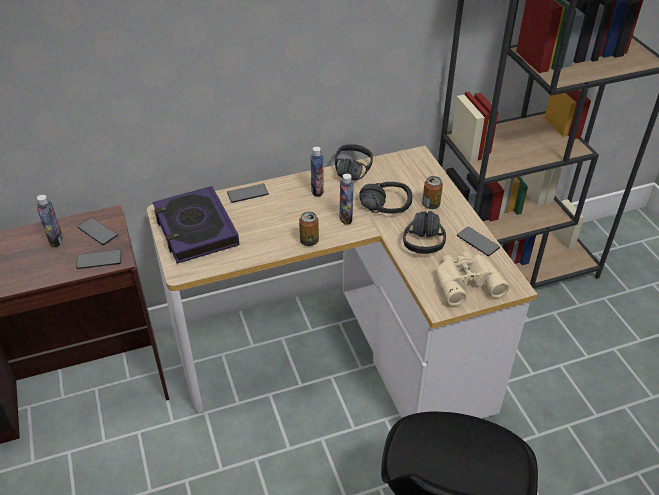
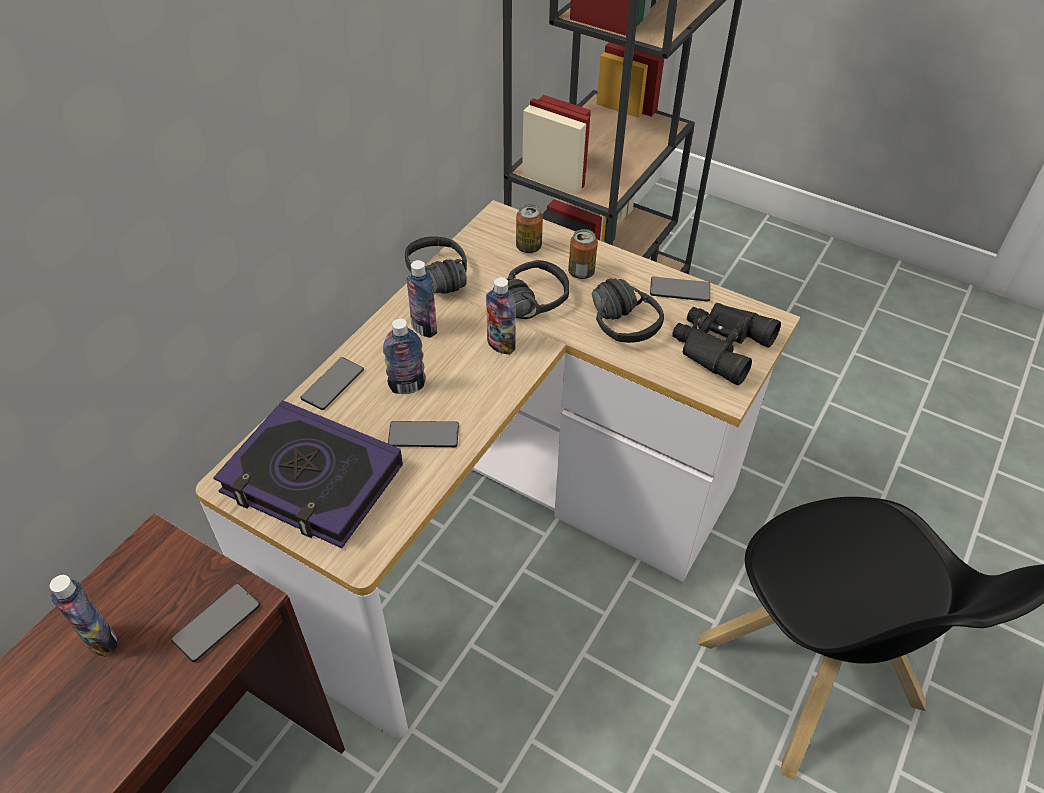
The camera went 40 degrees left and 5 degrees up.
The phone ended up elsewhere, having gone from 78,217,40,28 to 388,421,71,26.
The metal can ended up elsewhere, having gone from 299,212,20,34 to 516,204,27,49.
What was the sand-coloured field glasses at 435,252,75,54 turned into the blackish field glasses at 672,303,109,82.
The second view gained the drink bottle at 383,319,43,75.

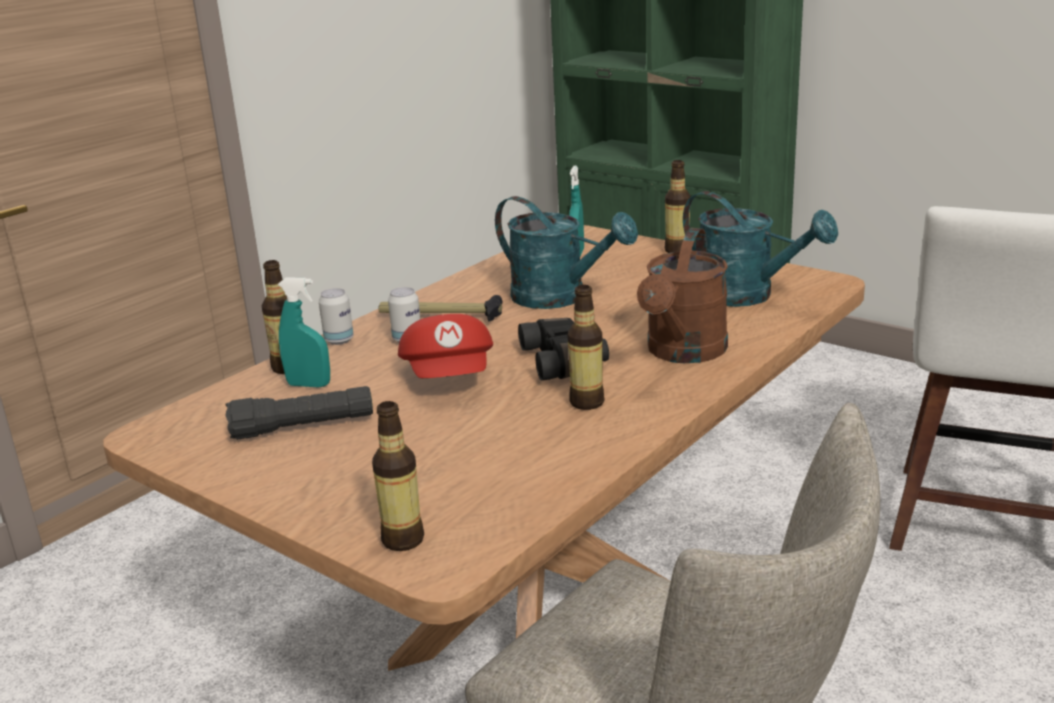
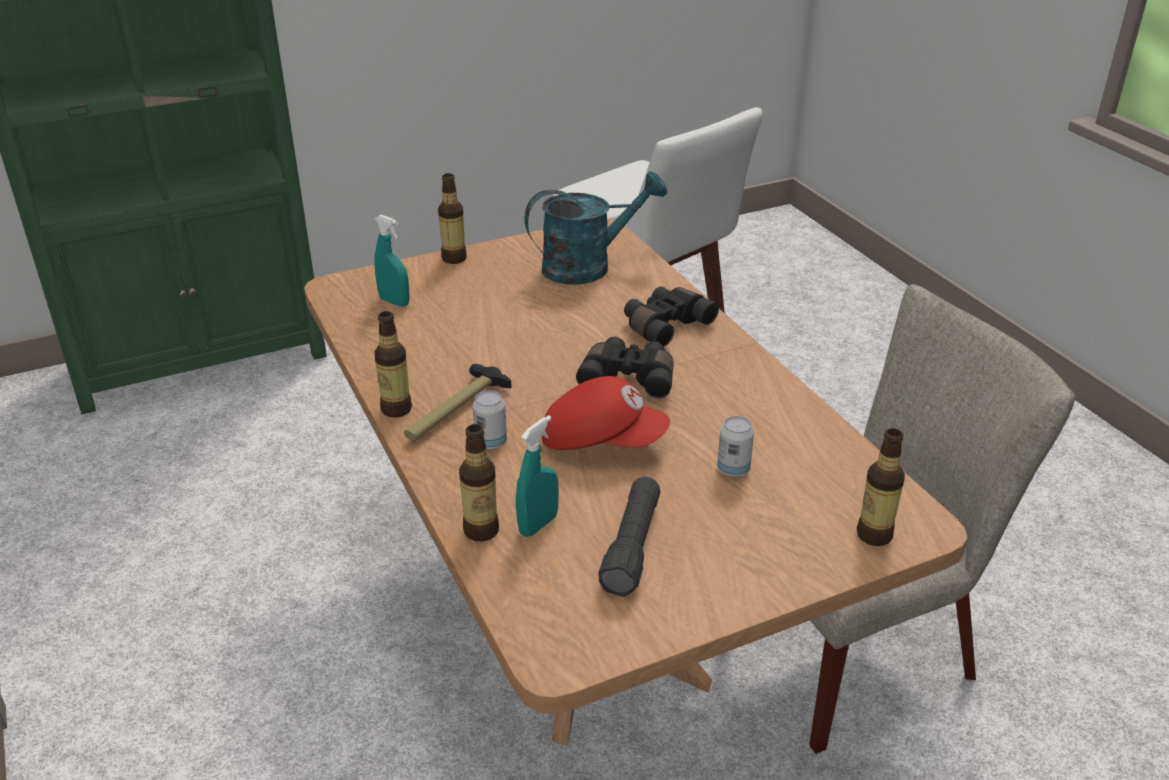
The camera went 65 degrees left and 10 degrees up.
The metal can ended up elsewhere, having gone from 319,288,35,57 to 717,416,37,61.
The second view lost the blue-green watering can at 495,196,143,113.
The drink bottle ended up elsewhere, having gone from 567,285,38,125 to 374,311,38,107.
Where the brown-coloured watering can stood at 637,228,91,135, the blackish field glasses came to stand at 624,287,95,60.

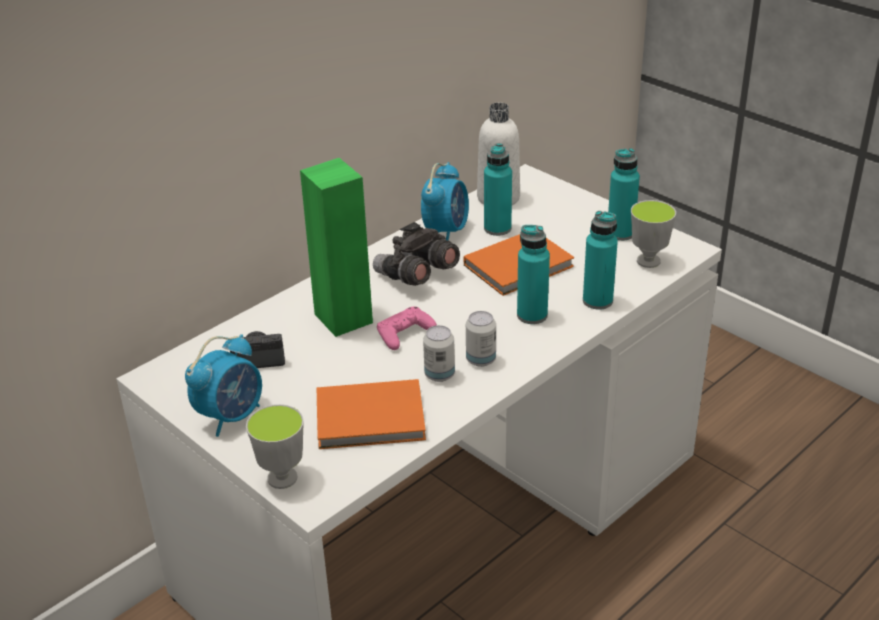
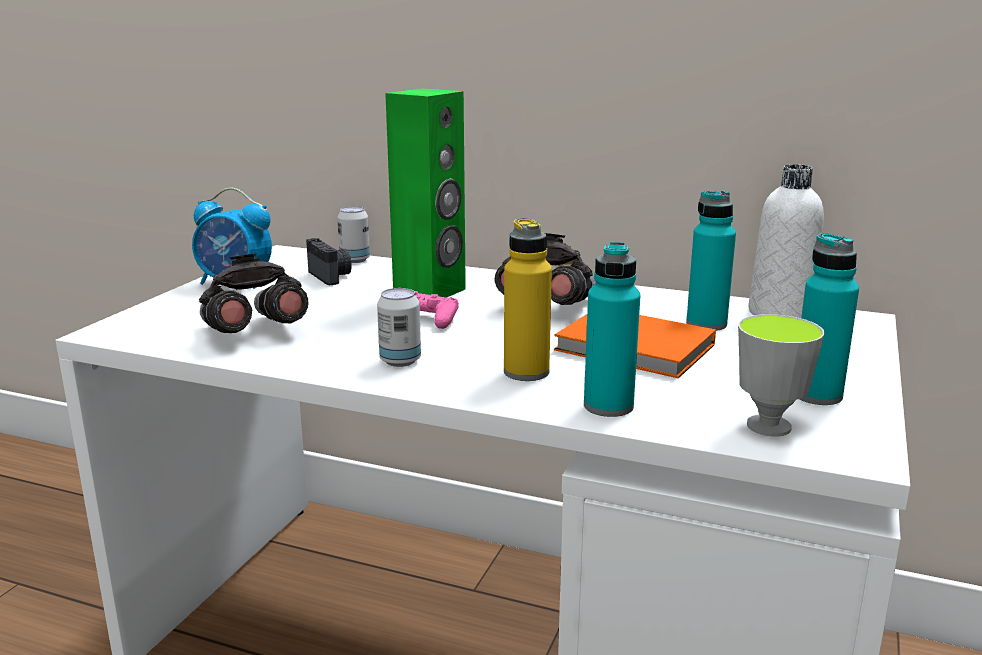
The camera went 65 degrees right and 15 degrees down.
The second view lost the drinking cup at 246,404,58,85.
Where the orange bound book stood at 317,379,109,70, the grey field glasses came to stand at 199,253,110,80.
The second view lost the table clock at 421,162,48,79.
The metal can ended up elsewhere, having gone from 423,325,32,57 to 337,206,33,57.
What was the blue-green drink bottle at 517,225,33,99 turned into the yellowish drink bottle at 504,218,48,163.

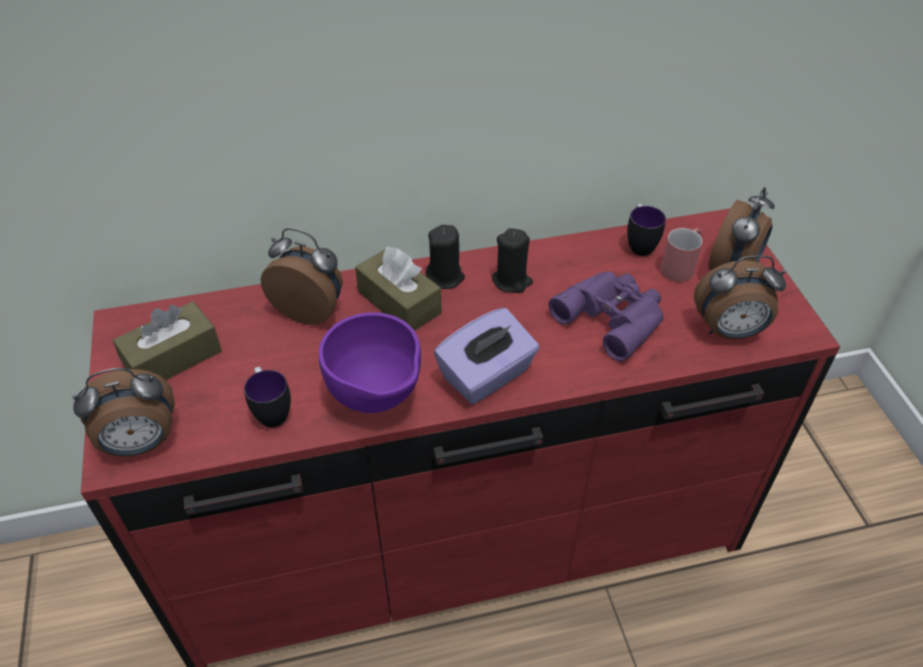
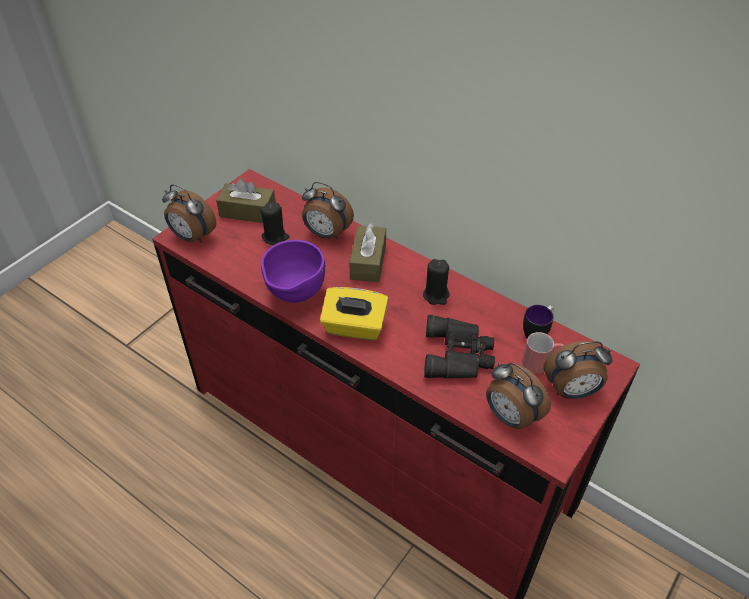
The camera went 50 degrees right and 0 degrees up.
The second view lost the mug at 244,367,47,60.
The table clock at 261,228,81,97 ended up facing another way, 135 degrees clockwise from before.
The blackish wax light ended up elsewhere, having gone from 425,225,40,64 to 260,202,29,43.
What was the purple-coloured tissue holder at 434,308,105,96 turned into the yellowish tissue holder at 320,287,69,53.
What was the purple-coloured field glasses at 548,271,116,91 turned into the blackish field glasses at 424,315,71,64.

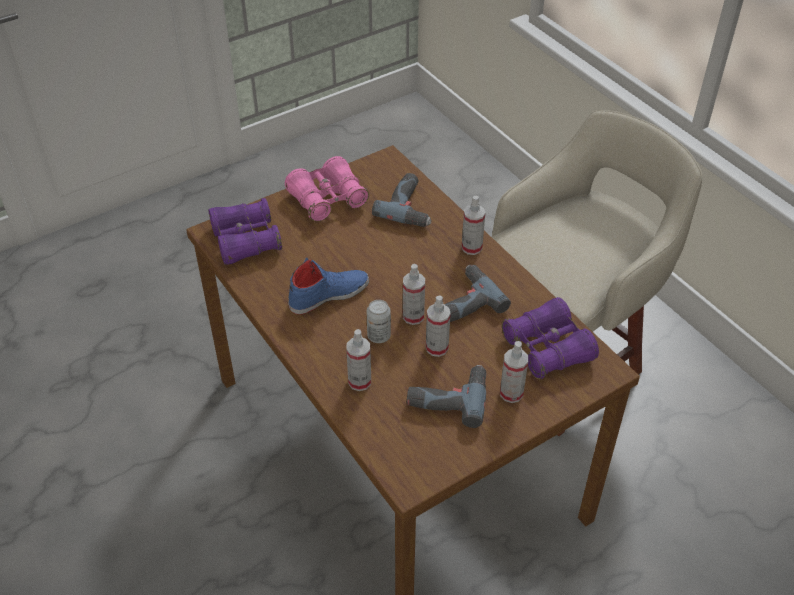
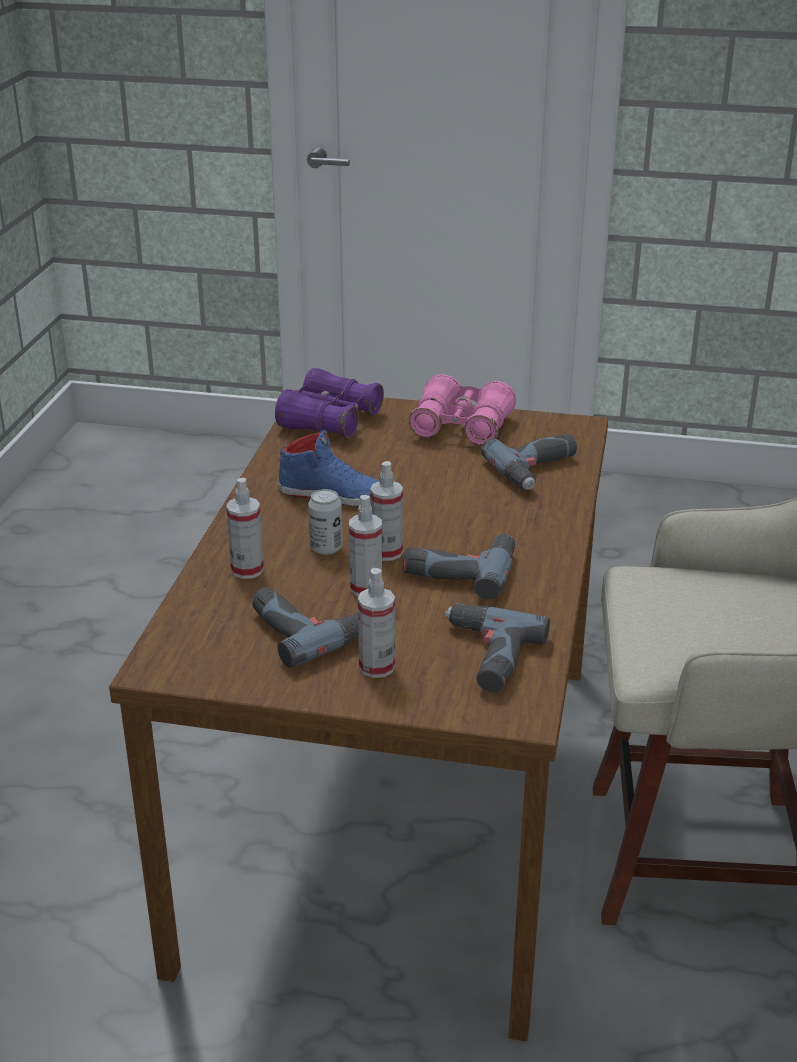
The camera went 45 degrees right and 15 degrees down.
The second view lost the sprayer at 462,196,23,59.
Where the purple-coloured field glasses stood at 502,297,97,82, the power drill came to stand at 445,603,105,89.

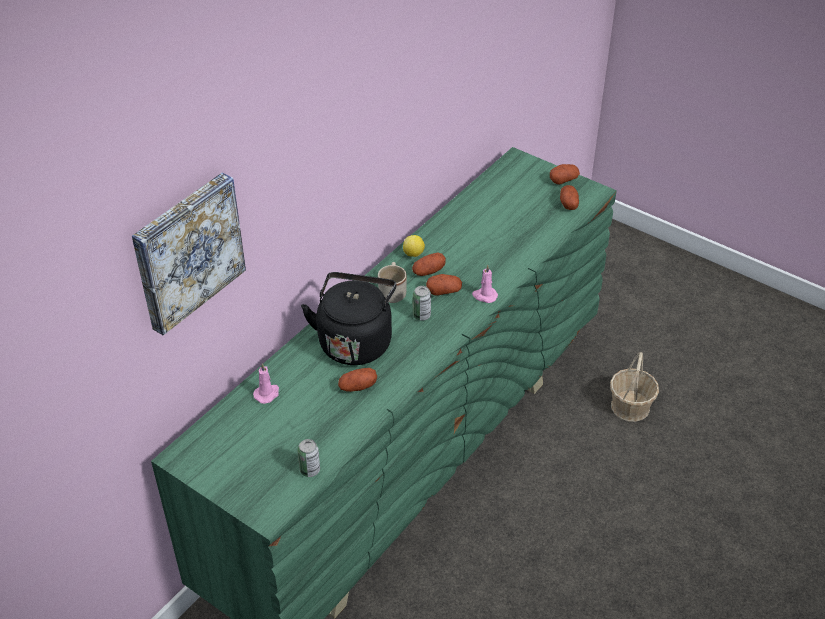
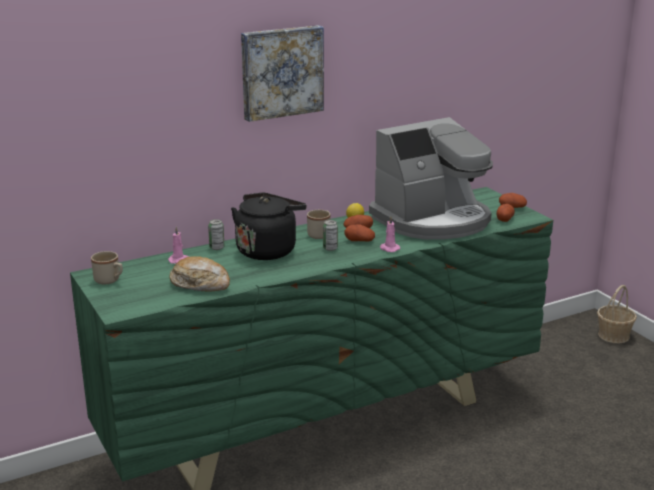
The camera went 25 degrees right and 20 degrees down.
The wall art ended up elsewhere, having gone from 132,173,114,162 to 241,25,83,97.
The metal can ended up elsewhere, having gone from 297,439,23,38 to 208,219,16,31.
The second view lost the whole potato at 338,368,39,24.
The basket ended up elsewhere, having gone from 610,352,49,70 to 597,285,40,58.
The second view gained the sand-coloured mug at 91,251,32,33.
The second view gained the bread at 170,256,60,36.
The second view gained the coffee brewer at 369,117,124,123.

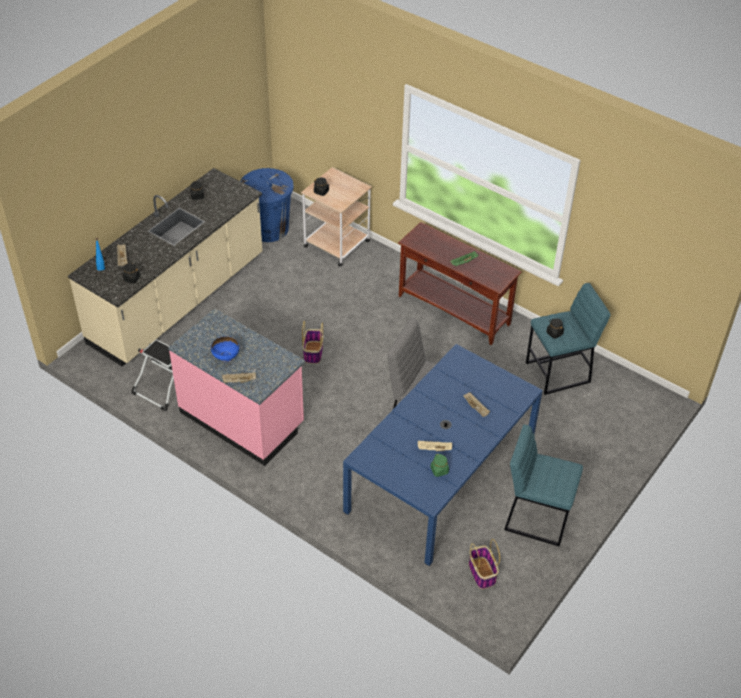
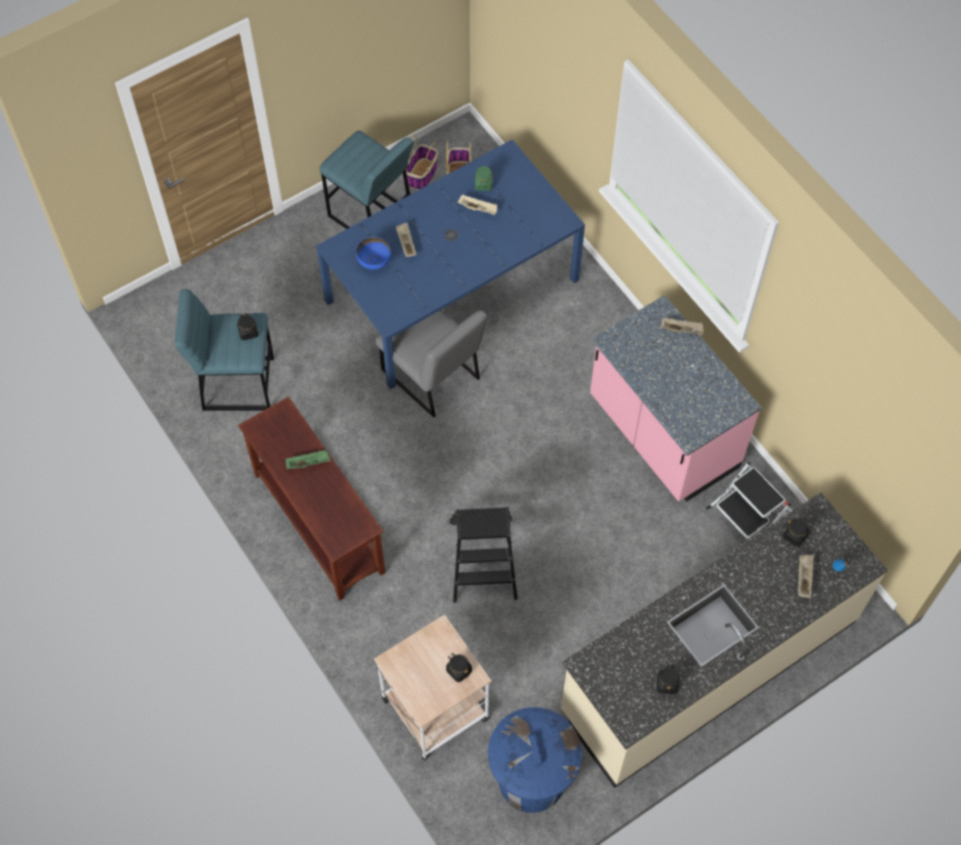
The camera went 160 degrees left and 15 degrees up.
The blue-coloured serving bowl ended up elsewhere, having gone from 211,336,28,26 to 356,237,35,33.
The basket ended up elsewhere, having gone from 302,321,21,43 to 406,134,32,56.
The second view gained the blackish step stool at 449,507,69,96.

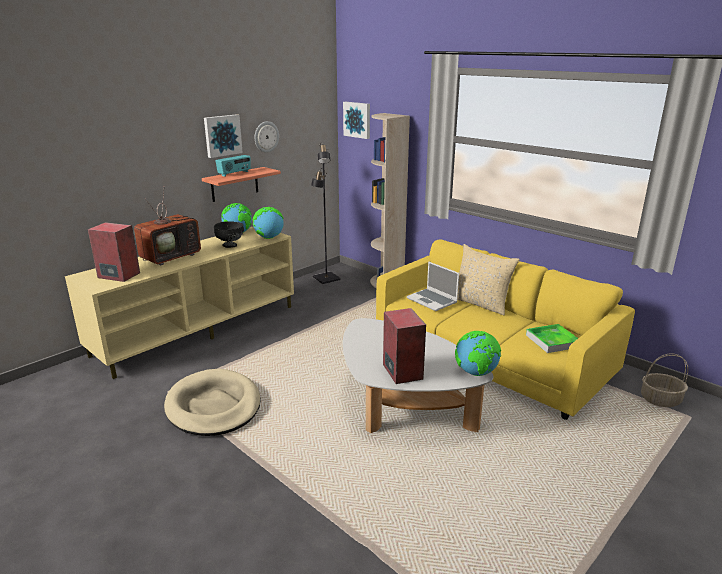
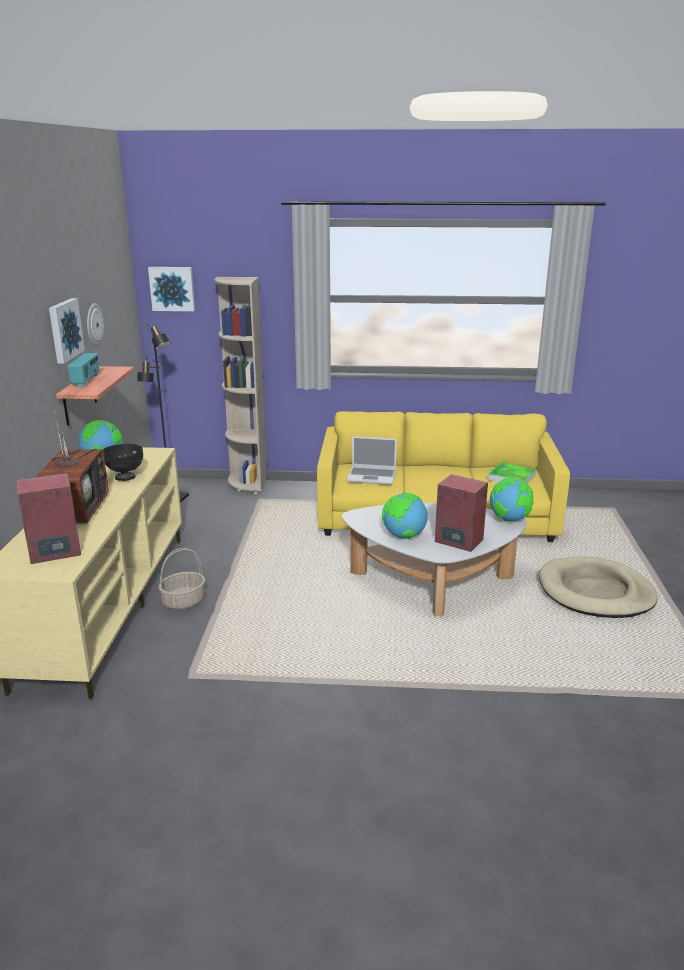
The camera went 40 degrees left and 0 degrees up.
The sand-coloured pet bed ended up elsewhere, having gone from 164,369,97,67 to 539,557,118,61.
The globe ended up elsewhere, having gone from 253,207,31,32 to 382,493,46,46.
The second view lost the sand-coloured pillow at 457,244,62,71.
The basket ended up elsewhere, having gone from 641,353,47,54 to 158,548,47,62.

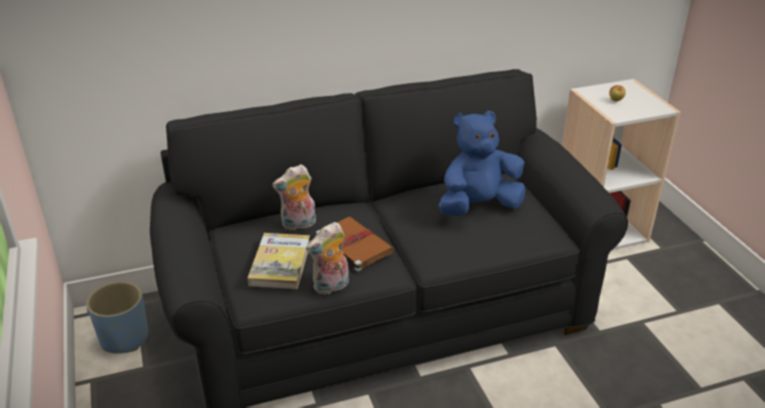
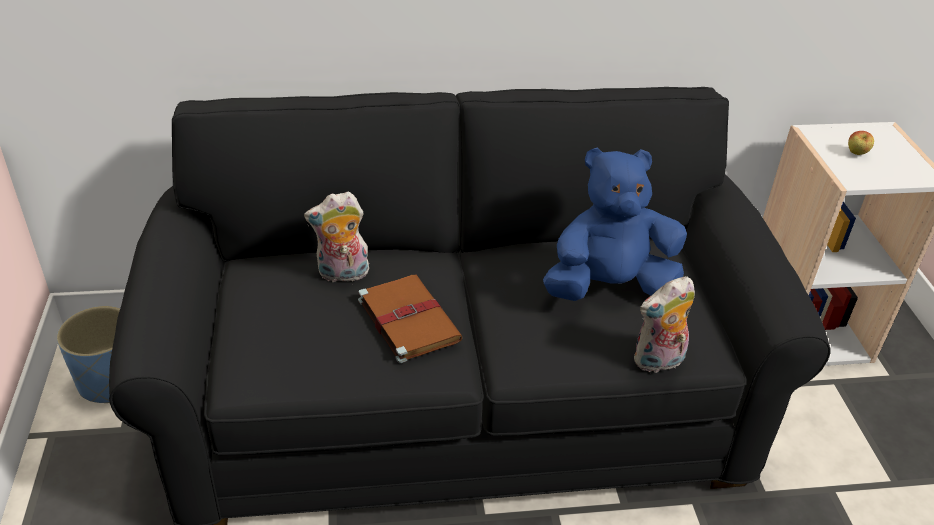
The camera went 10 degrees right and 5 degrees up.
The second view lost the bound book at 248,233,62,56.
The cuddly toy ended up elsewhere, having gone from 306,222,43,72 to 634,276,61,97.

